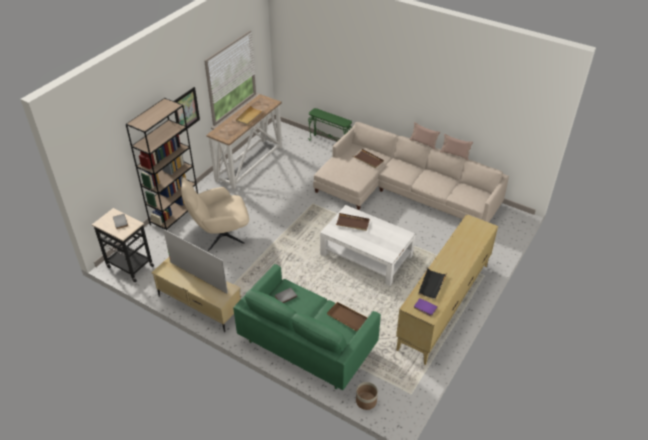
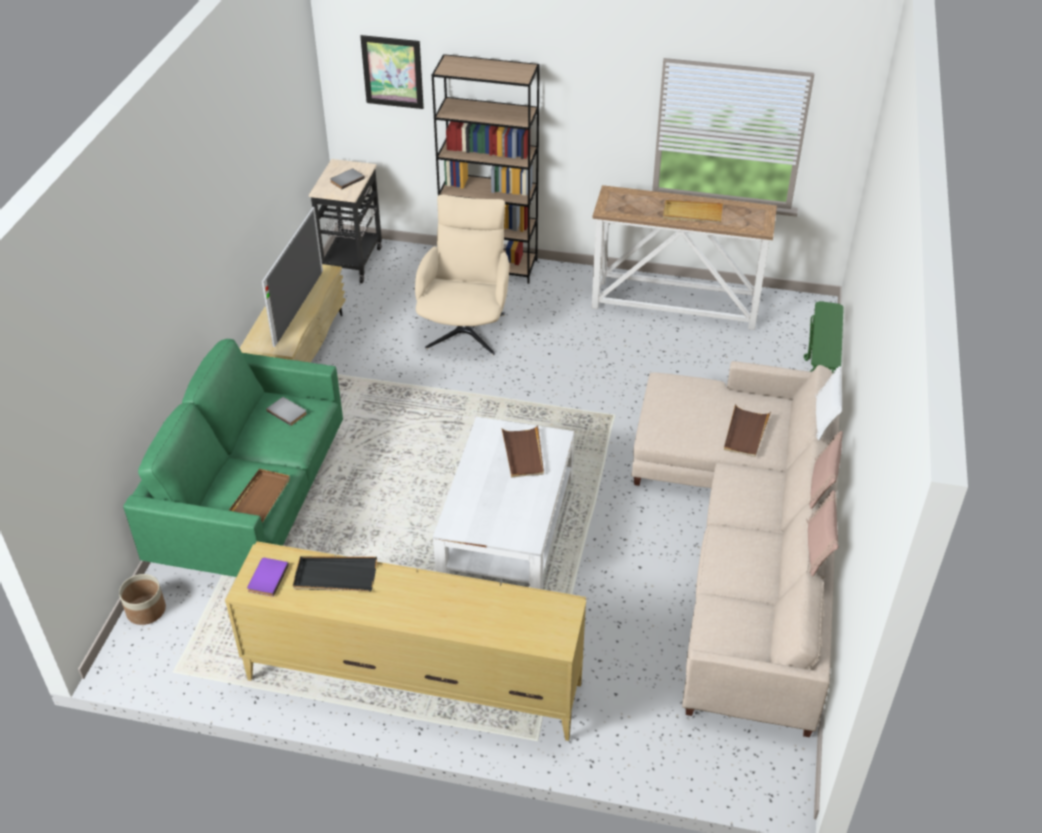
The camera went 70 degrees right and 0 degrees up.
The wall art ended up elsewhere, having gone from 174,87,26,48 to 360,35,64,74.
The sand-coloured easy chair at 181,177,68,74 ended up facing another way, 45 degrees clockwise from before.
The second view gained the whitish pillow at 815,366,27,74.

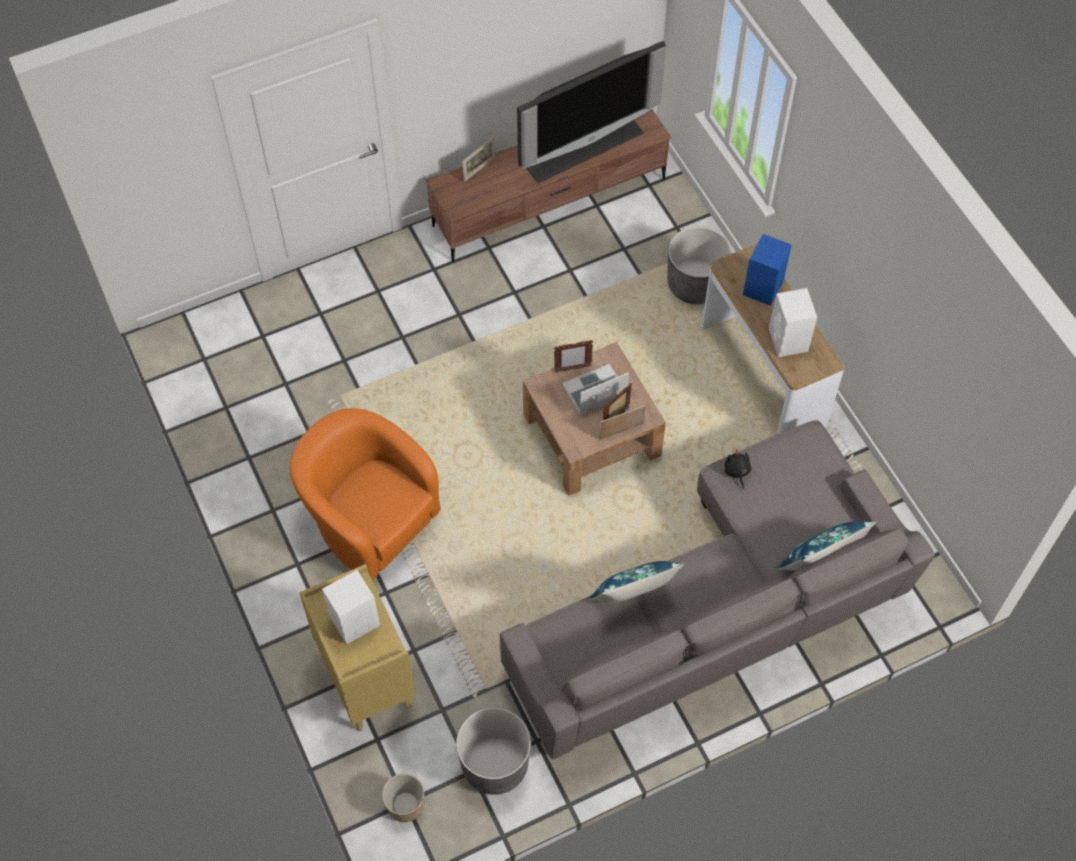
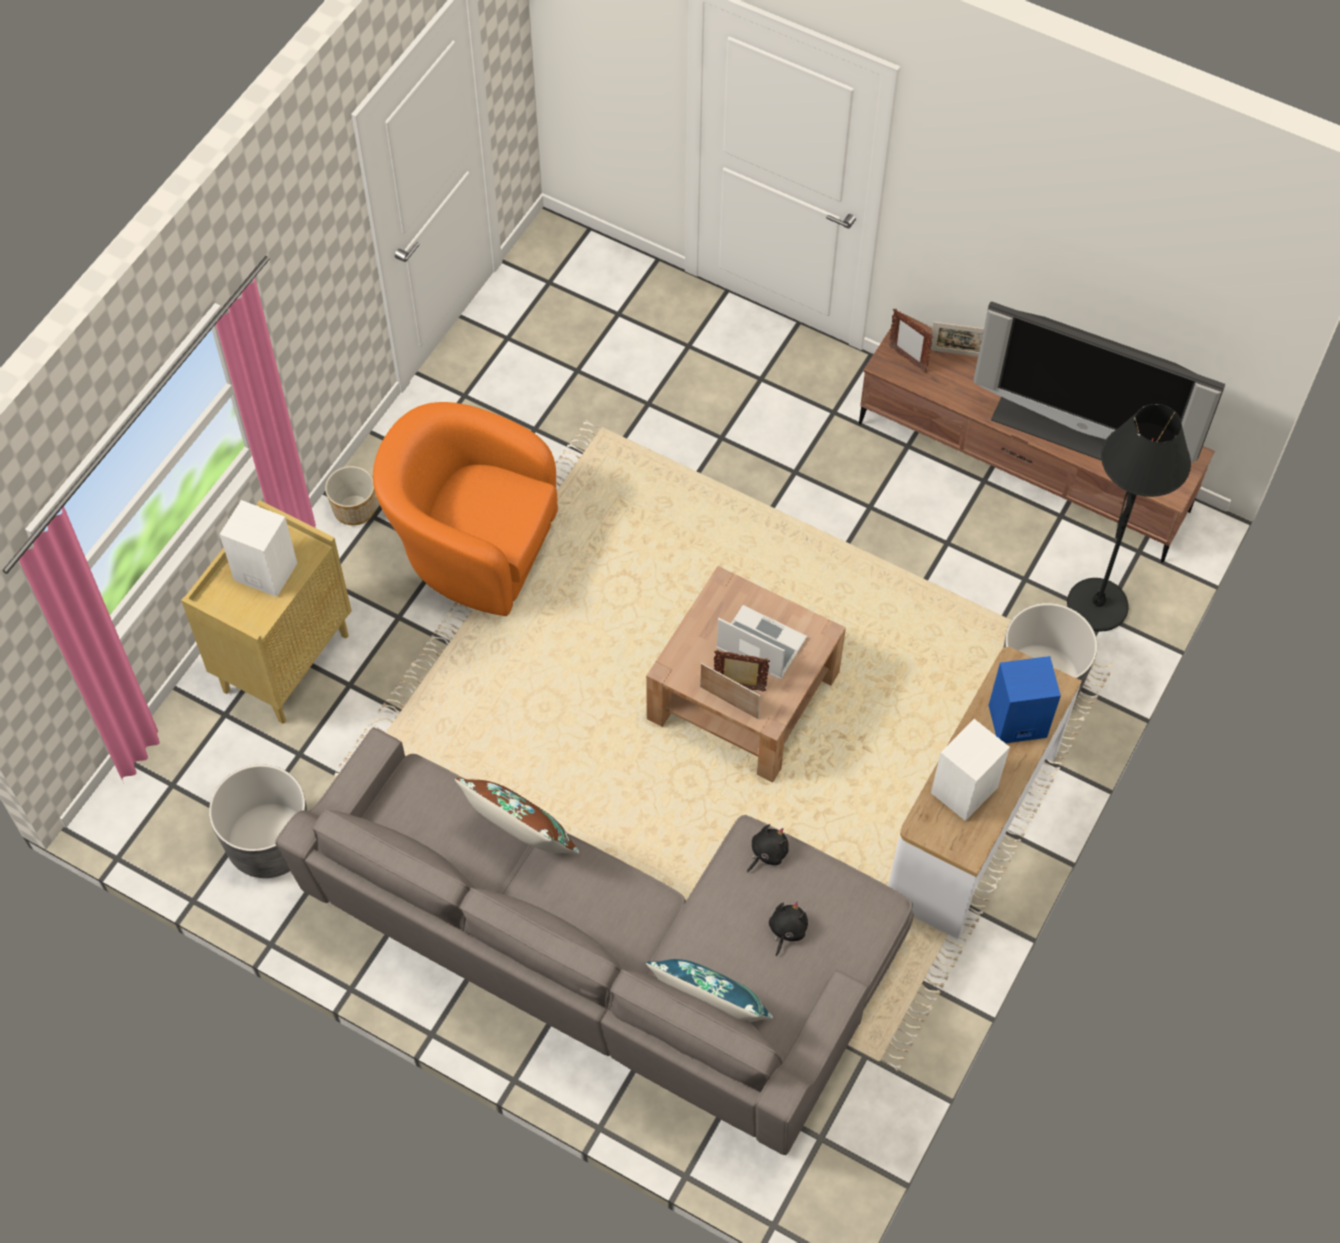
The camera went 55 degrees right and 0 degrees up.
The orange easy chair at 290,408,151,172 ended up facing another way, 75 degrees counterclockwise from before.
The flower pot ended up elsewhere, having gone from 382,774,42,48 to 325,466,51,59.
The picture frame ended up elsewhere, having gone from 554,340,39,33 to 889,309,44,63.
What was the blue-coloured pillow at 588,561,96,42 turned into the brown-coloured pillow at 455,778,125,76.
The second view gained the blackish cuddly toy at 769,902,39,54.
The second view gained the blackish standard lamp at 1067,404,124,228.

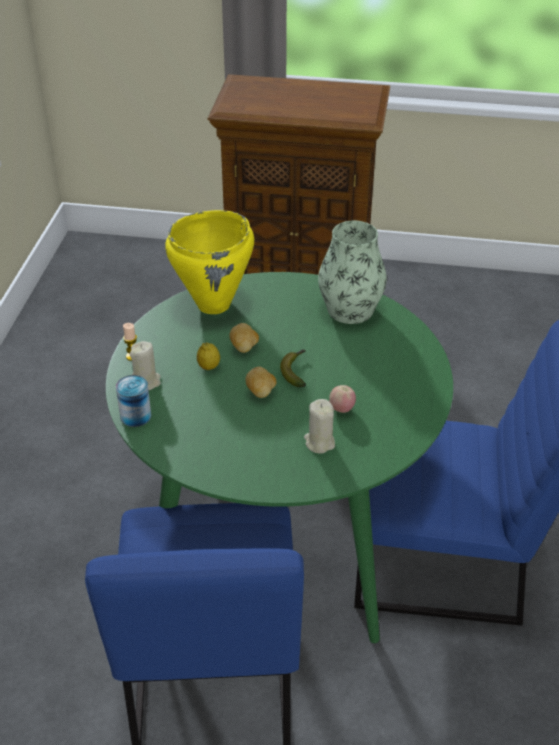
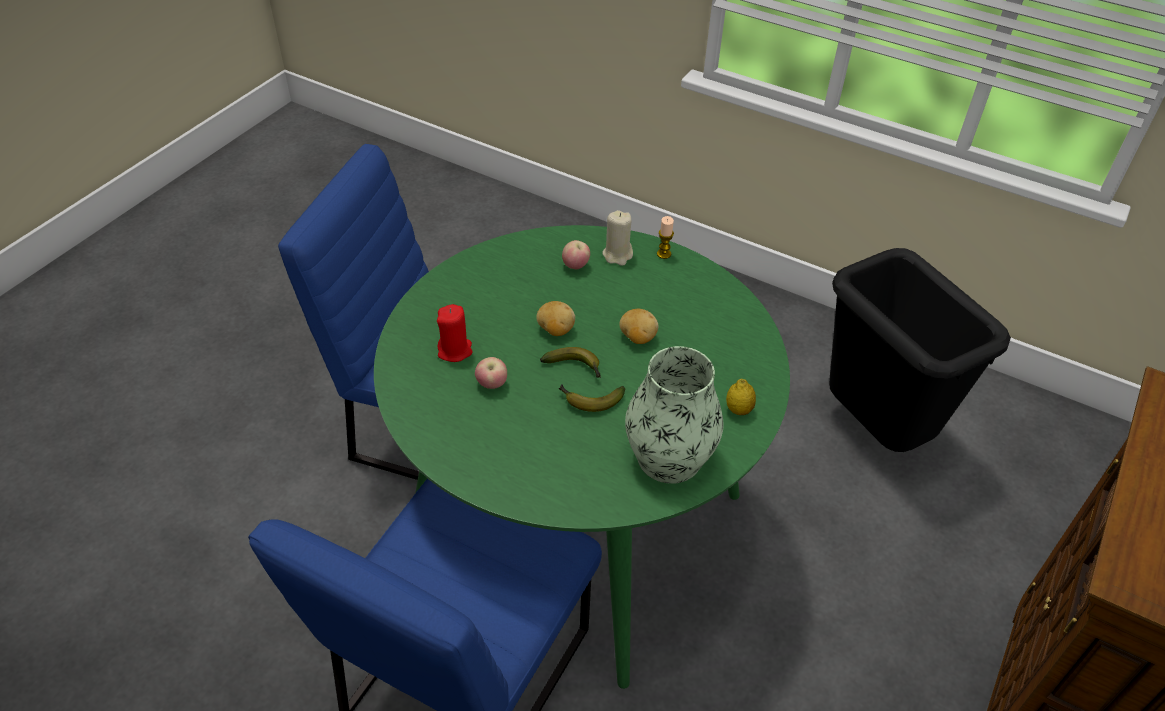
The camera went 110 degrees right and 5 degrees up.
The second view lost the metal can at 116,375,35,52.
The second view lost the yellowish stockpot at 165,210,89,104.
The whole lemon ended up elsewhere, having gone from 197,342,23,28 to 726,379,30,36.
What was the sand-coloured wax light at 304,399,31,54 turned into the red wax light at 437,304,36,58.
The second view gained the banana at 559,384,66,28.
The second view gained the apple at 562,240,28,29.
The second view gained the blackish rubbish bin at 829,248,182,204.

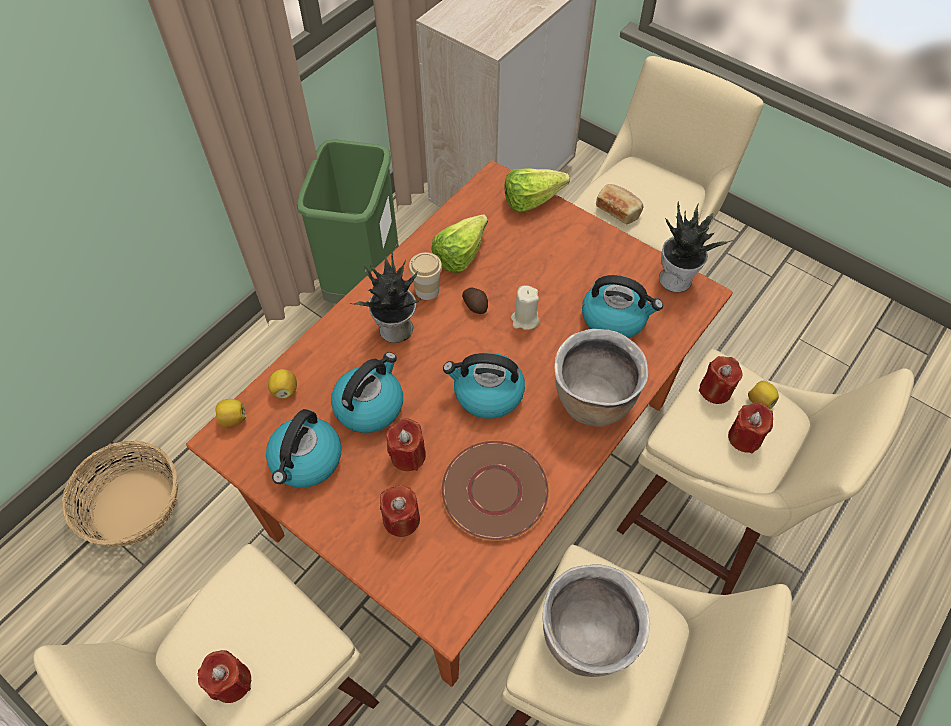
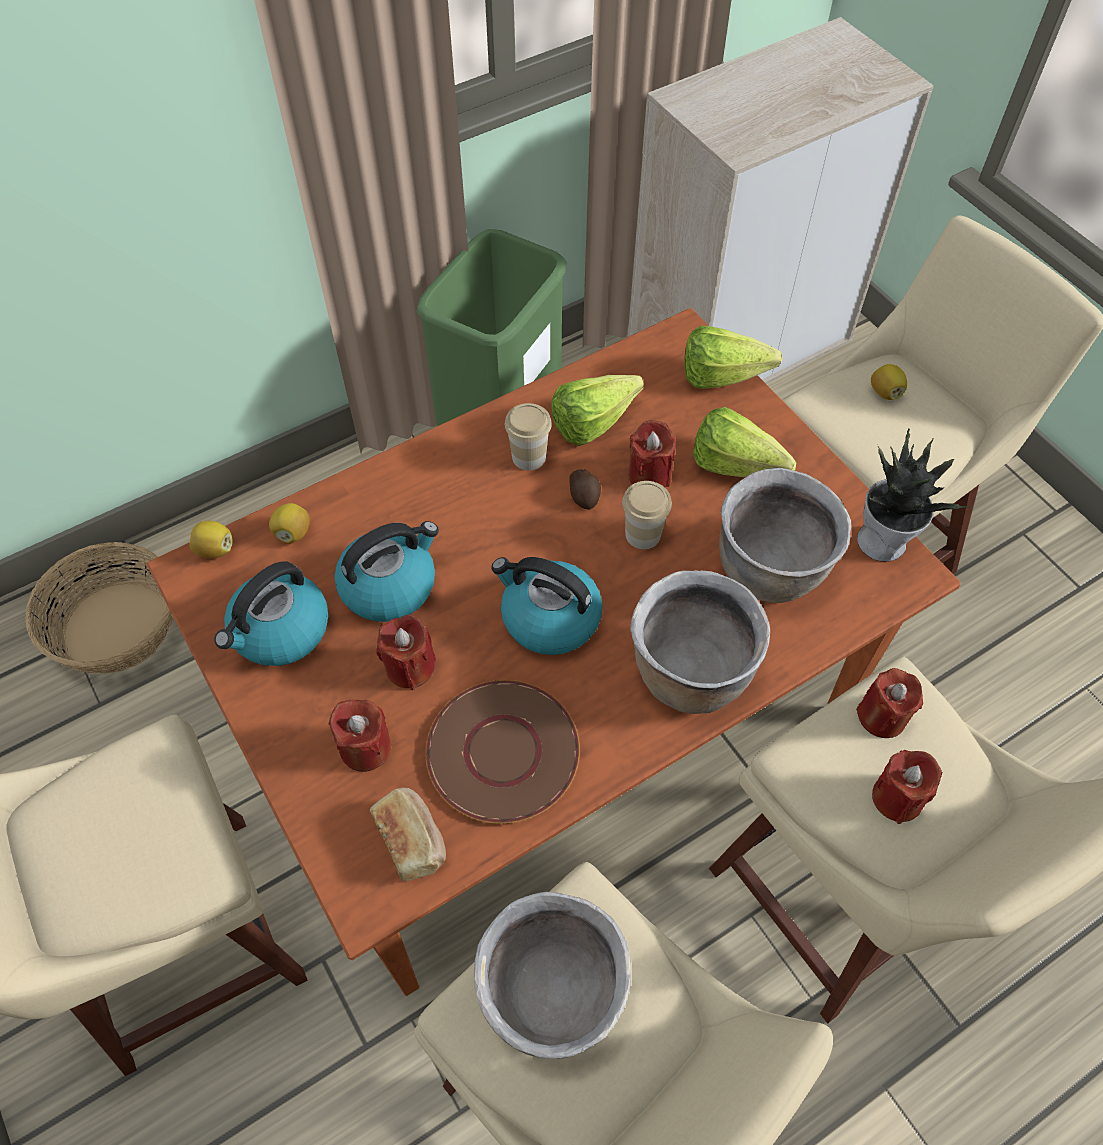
The camera went 20 degrees right and 0 degrees up.
The red wax light ended up elsewhere, having gone from 198,650,53,53 to 628,420,48,67.
The second view lost the potted plant at 350,251,70,92.
Where the sand-coloured wax light stood at 511,285,29,45, the drinking cup came to stand at 622,481,50,68.
Where the tea kettle stood at 582,275,81,63, the brown-coloured stockpot came to stand at 719,468,132,135.
The bread ended up elsewhere, having gone from 596,184,47,40 to 370,788,76,93.
The whole lemon ended up elsewhere, having gone from 748,381,31,28 to 871,364,36,36.
The second view gained the lettuce at 693,407,103,70.

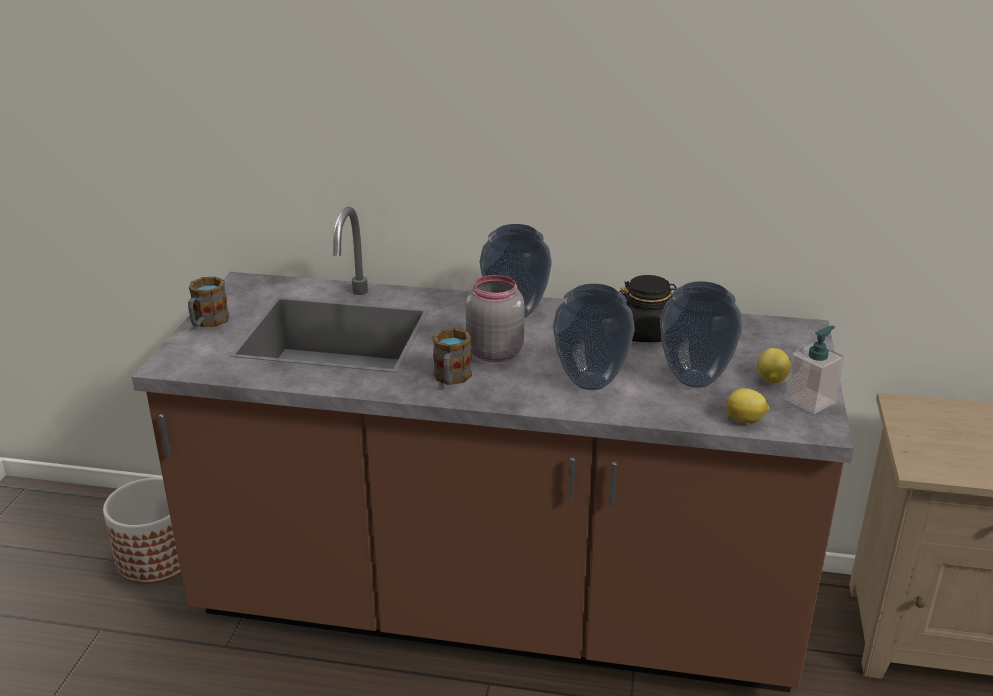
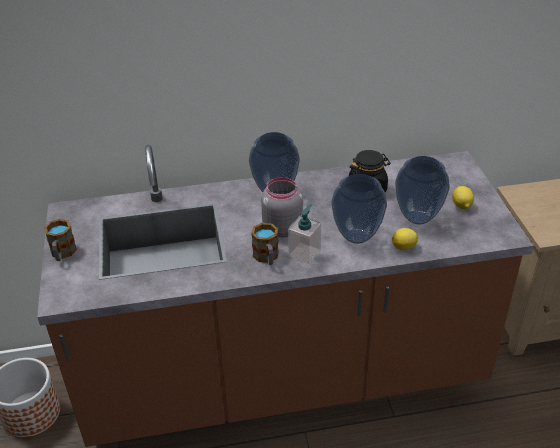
The camera went 20 degrees left and 10 degrees up.
The whole lemon ended up elsewhere, having gone from 726,388,43,35 to 392,228,26,22.
The soap bottle ended up elsewhere, having gone from 785,326,59,88 to 288,205,33,59.

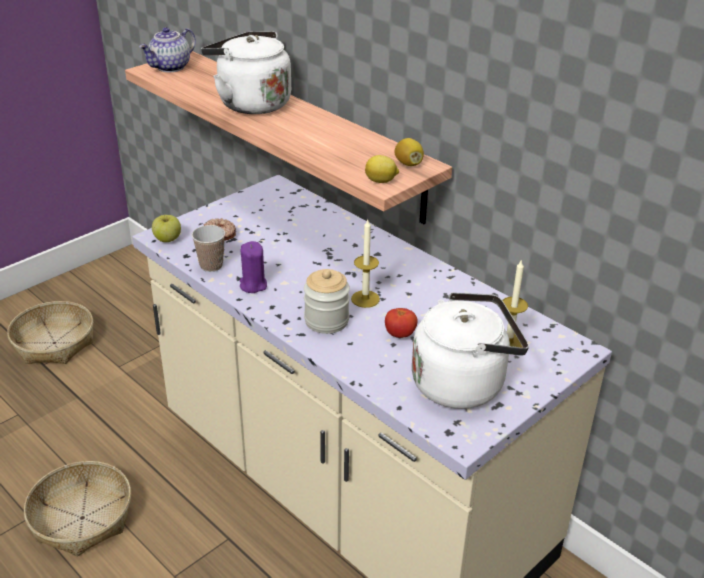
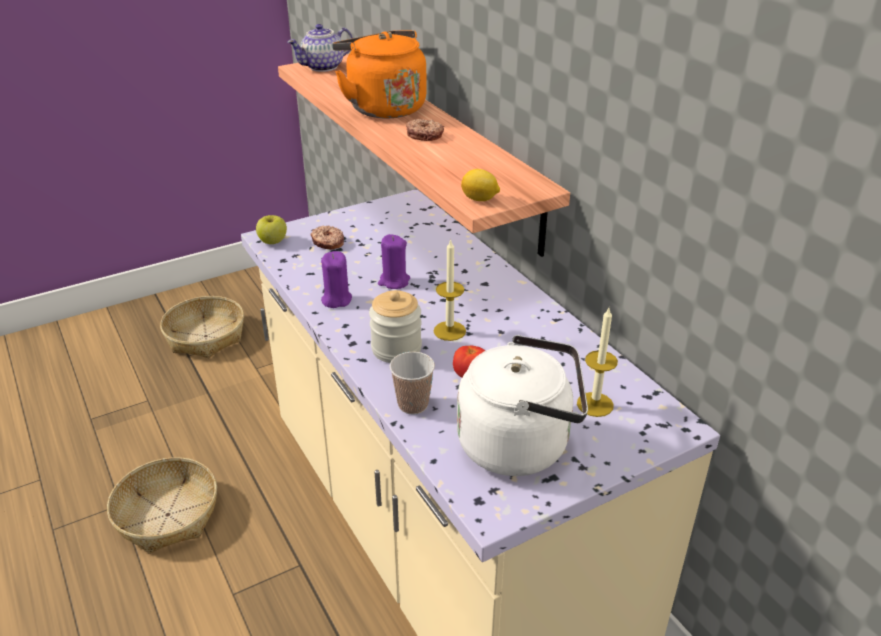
The camera went 15 degrees right and 0 degrees up.
The drinking cup ended up elsewhere, having gone from 192,225,33,47 to 390,352,45,62.
What was the whitish tea kettle at 201,31,90,83 turned into the orange tea kettle at 332,30,95,88.
The second view lost the whole lemon at 394,138,30,28.
The second view gained the purple-coloured wax light at 378,234,32,55.
The second view gained the ring doughnut at 406,119,38,22.

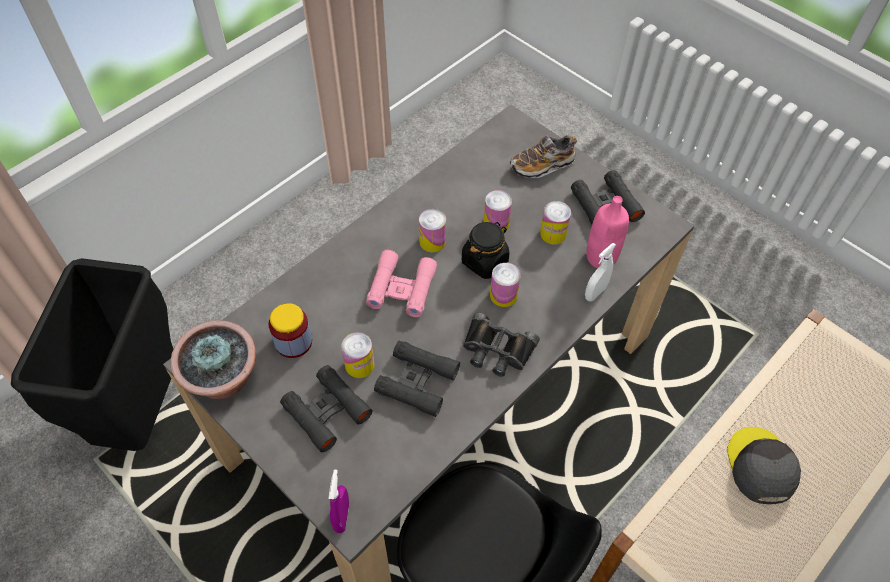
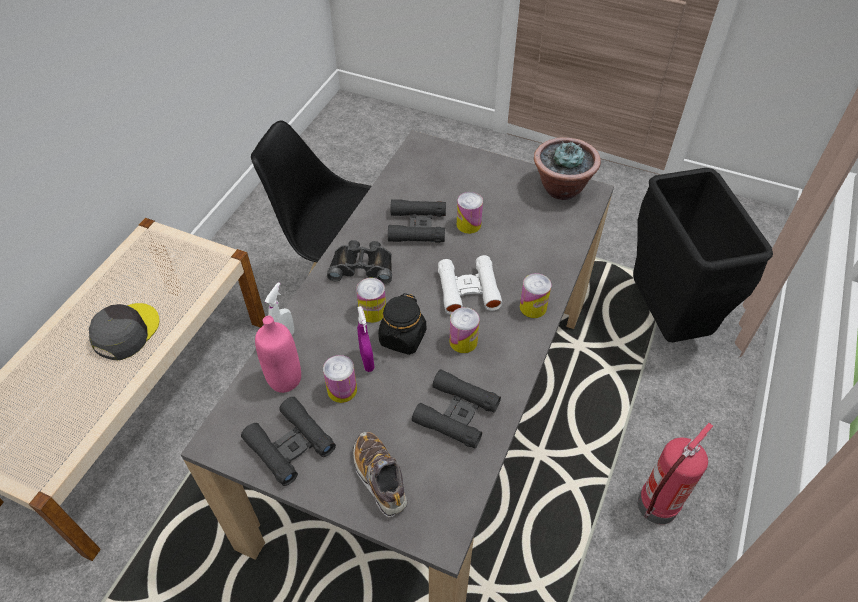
The camera went 160 degrees right and 5 degrees down.
The second view lost the jar at 269,303,43,55.
The blackish field glasses ended up elsewhere, having gone from 280,365,93,87 to 412,369,89,79.
The purple-coloured sprayer ended up elsewhere, having gone from 328,469,21,64 to 357,306,17,66.
What was the pink-coloured field glasses at 366,250,71,67 turned into the whitish field glasses at 438,255,65,60.
The metal can ended up elsewhere, having gone from 483,190,29,42 to 520,273,31,45.
The item of footwear at 510,135,67,43 ended up facing another way, 75 degrees counterclockwise from before.
The grey cap at 727,427,74,77 ended up facing another way, 135 degrees counterclockwise from before.
The second view gained the fire-fighting cylinder at 638,423,75,101.

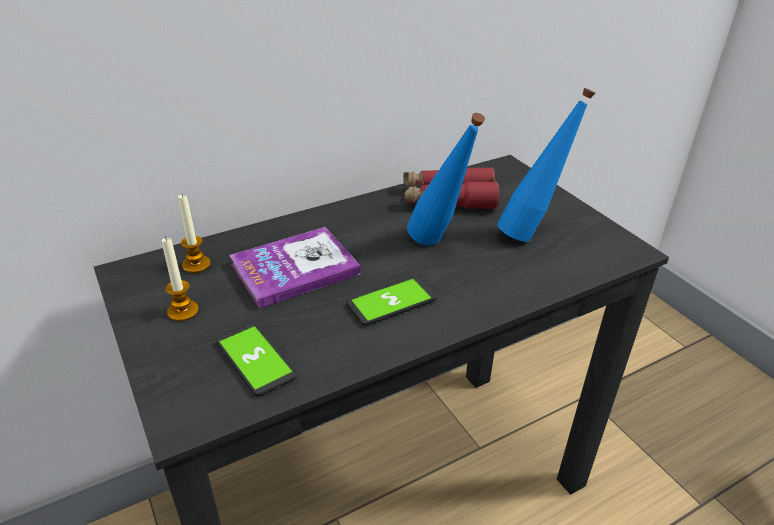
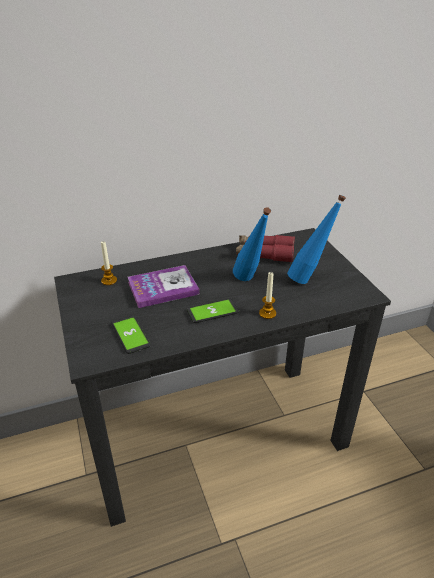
The camera went 10 degrees right and 0 degrees up.
The wax light ended up elsewhere, having gone from 162,237,37,84 to 259,272,17,47.

